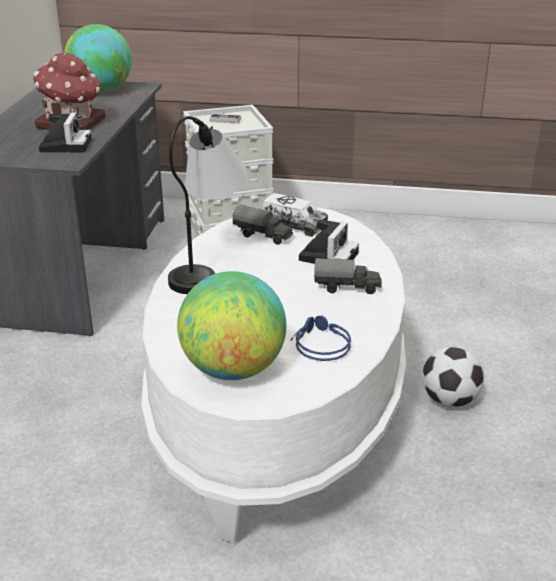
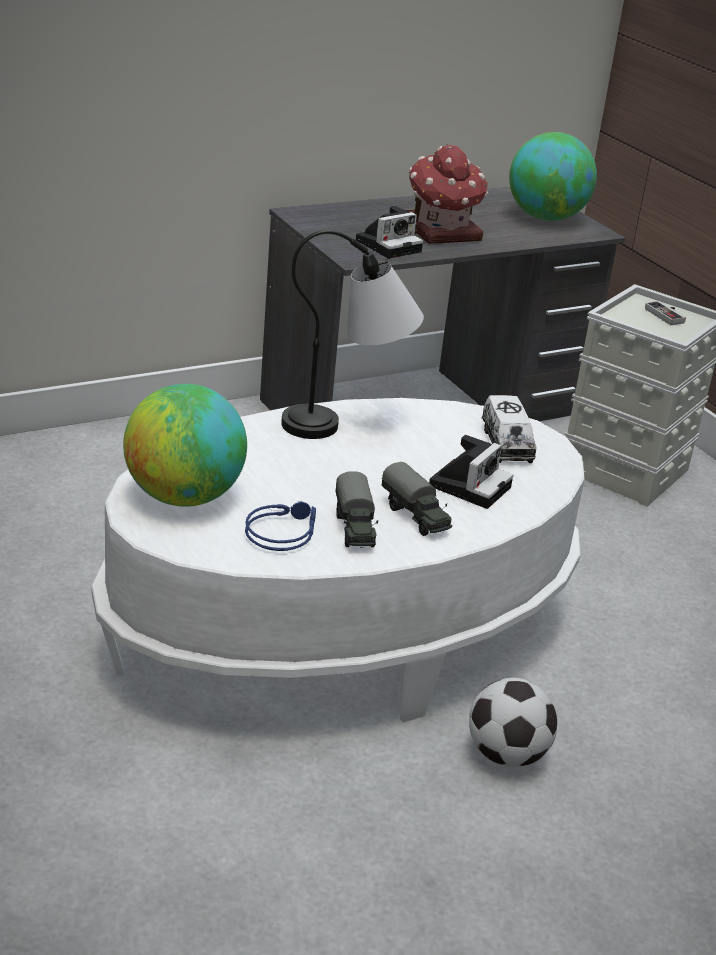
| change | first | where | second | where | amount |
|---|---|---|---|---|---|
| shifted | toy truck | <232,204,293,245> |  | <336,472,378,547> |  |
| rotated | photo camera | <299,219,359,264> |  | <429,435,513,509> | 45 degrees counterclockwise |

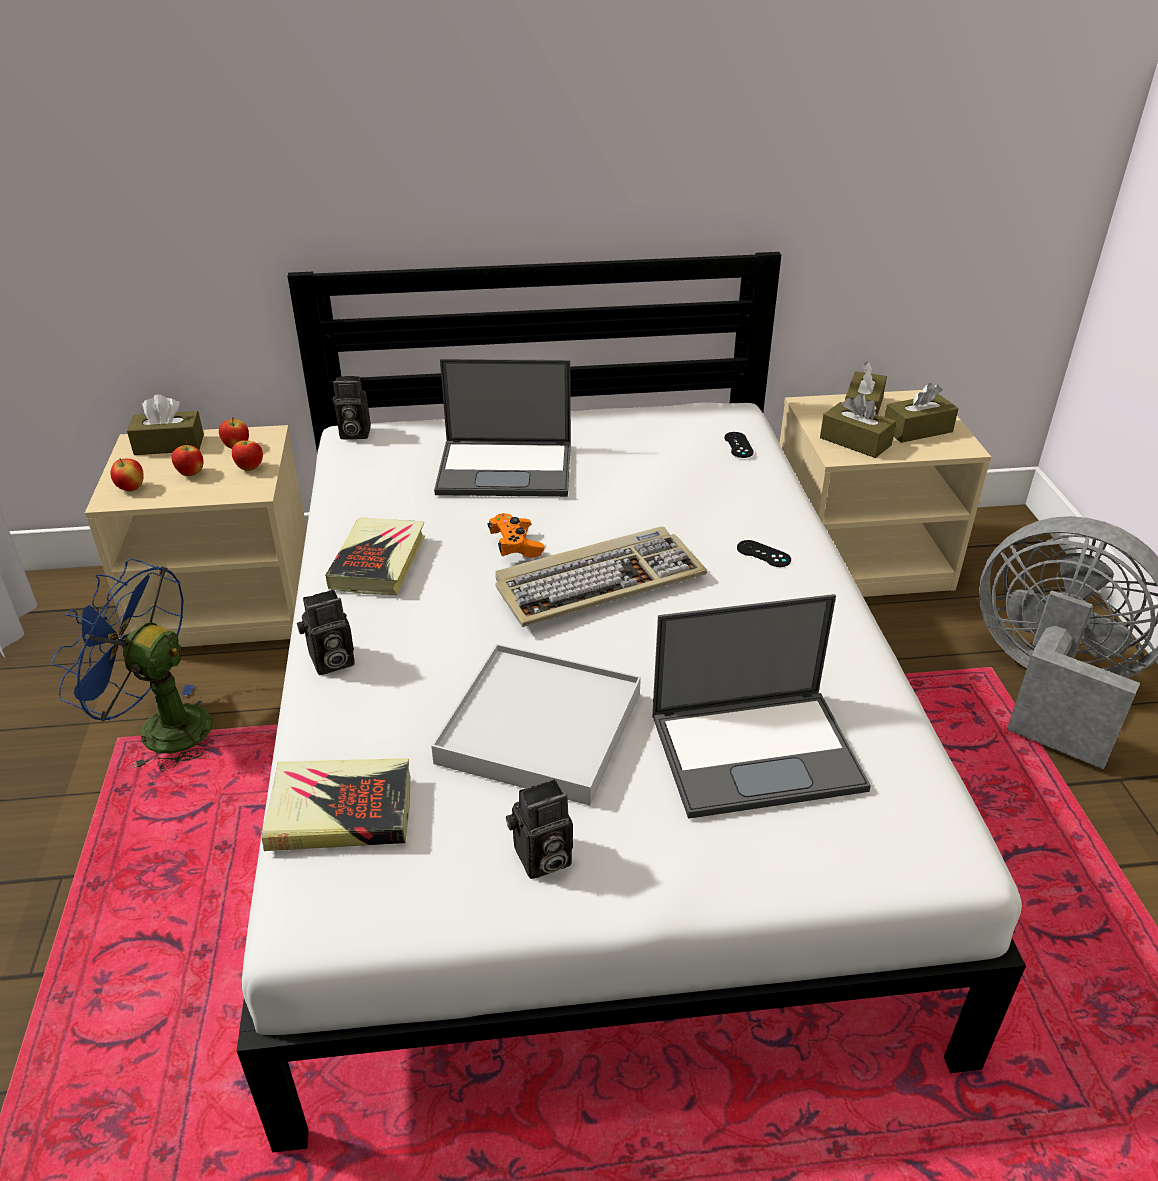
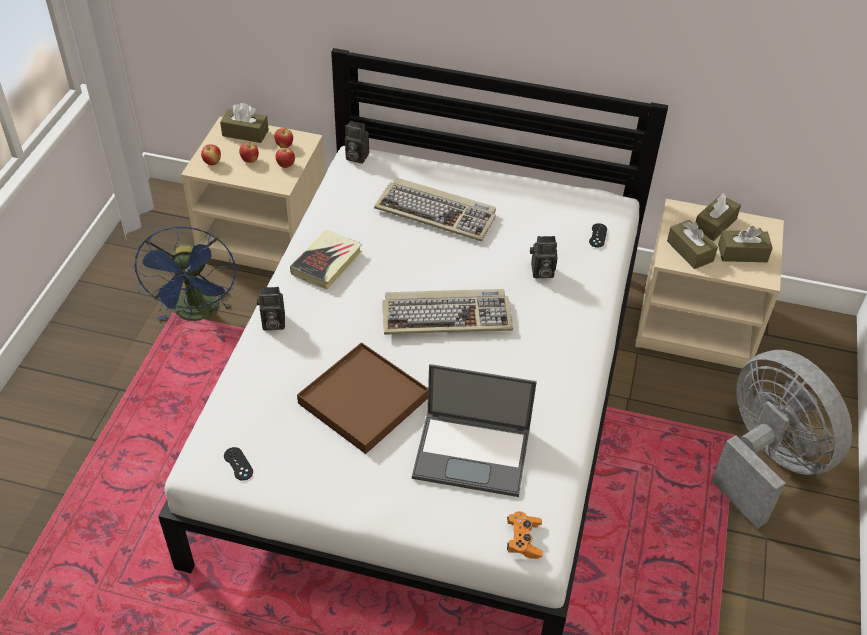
| change | first | where | second | where | amount |
|---|---|---|---|---|---|
| rotated | blue fan | <51,559,215,772> |  | <134,226,236,321> | 135 degrees counterclockwise |
| gone | book | <262,758,410,851> |  |  |  |
| repainted | white tray | <431,644,641,806> | brown tray | <297,342,428,454> |  |
| swapped | laptop | <434,359,571,497> | keyboard | <374,178,496,241> |  |
| shifted | orange game controller | <487,513,545,558> |  | <507,511,543,559> |  |
| shifted | photo camera | <506,779,573,879> |  | <530,236,557,278> |  |
| shifted | black game controller | <737,540,791,567> |  | <224,447,253,481> |  |

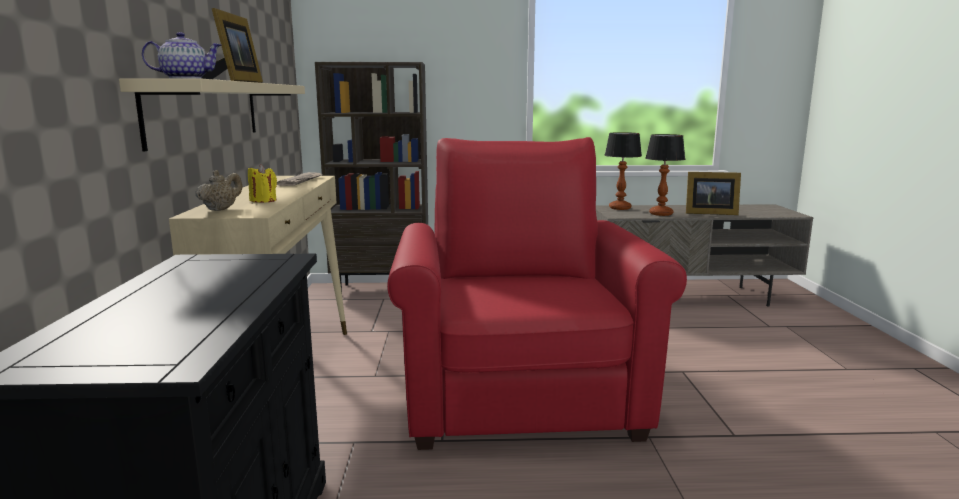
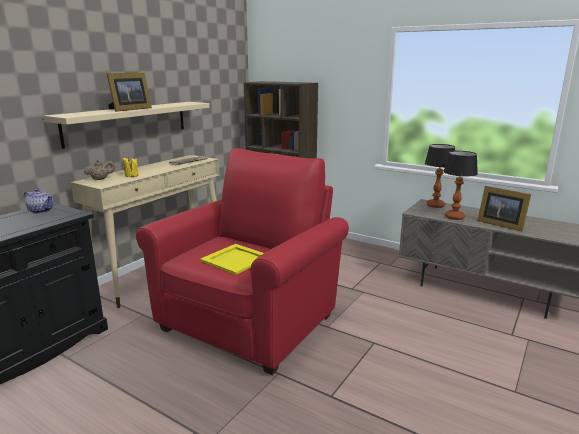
| change | first | where | second | where | amount |
|---|---|---|---|---|---|
| shifted | teapot | <142,32,221,79> |  | <24,188,53,214> |  |
| new |  |  | yellow tray | <200,244,264,275> |  |

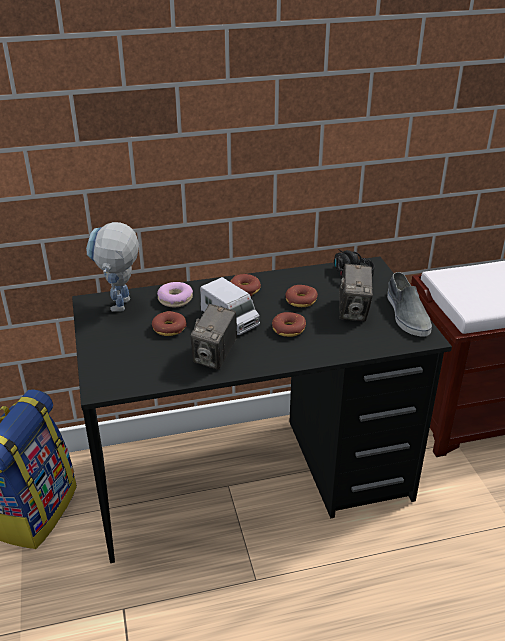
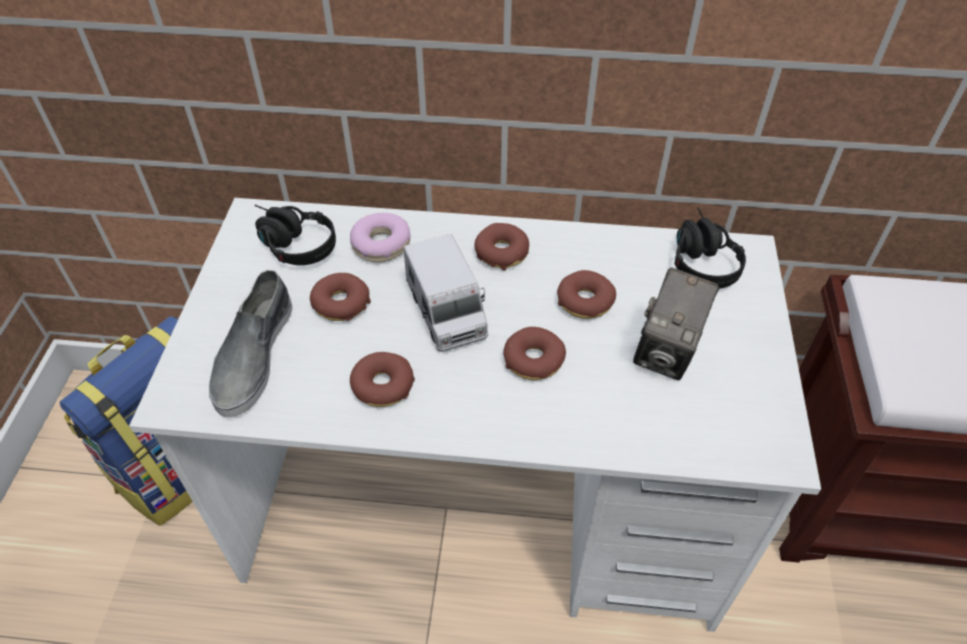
| change | first | where | second | where | amount |
|---|---|---|---|---|---|
| repainted | black desk | <72,257,452,563> | white desk | <129,198,821,632> |  |
| swapped | toy robot | <86,222,139,312> | black headphones | <254,205,336,265> |  |
| swapped | photo camera | <191,304,237,370> | donut | <350,352,415,407> |  |
| shifted | grey shoe | <387,272,432,337> |  | <209,270,292,417> |  |

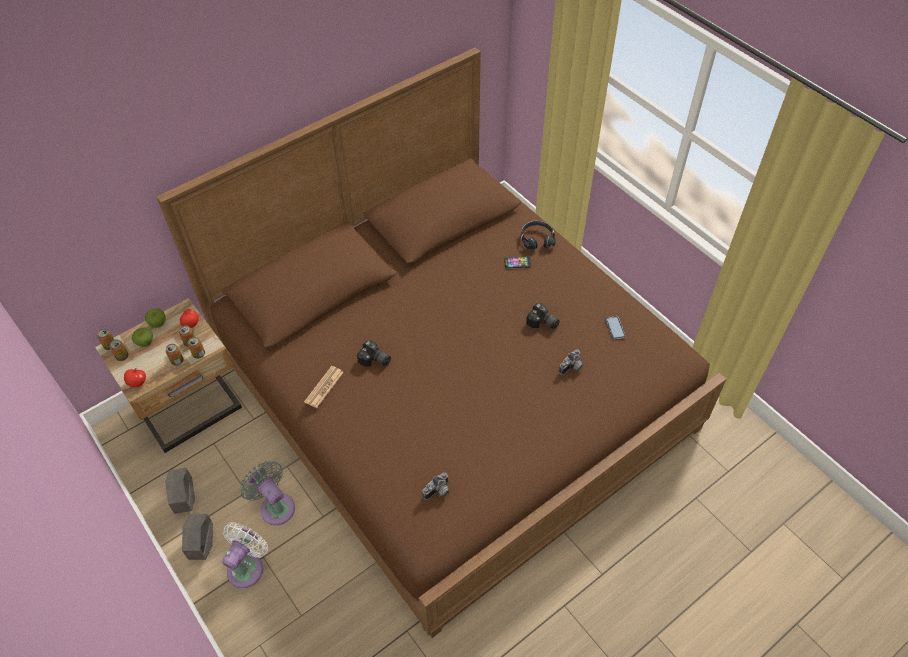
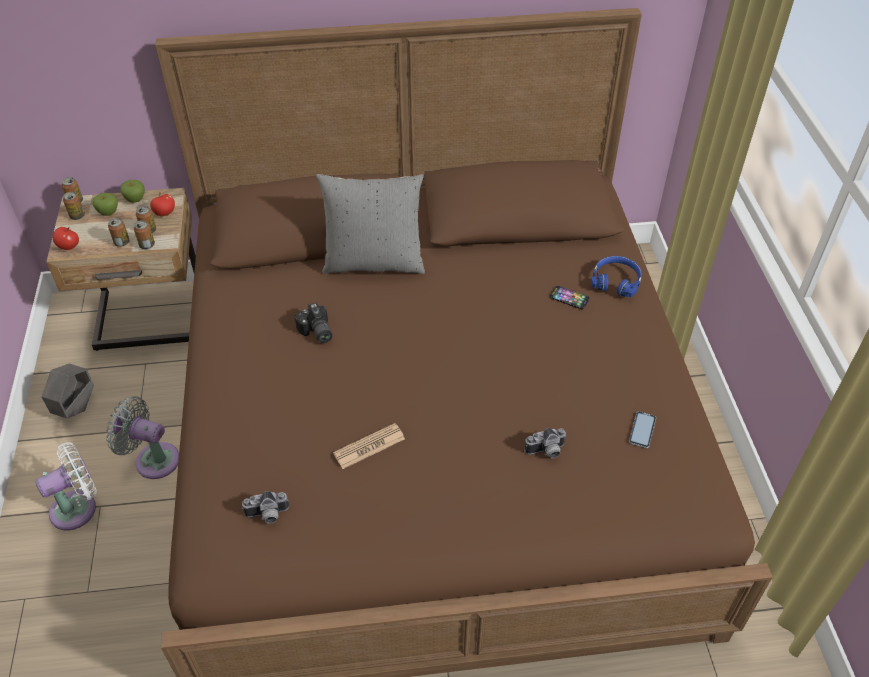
| change | first | where | second | where | amount |
|---|---|---|---|---|---|
| gone | grey planter | <182,514,213,560> |  |  |  |
| rotated | grey fan | <240,461,295,525> |  | <106,396,179,479> | 60 degrees counterclockwise |
| shifted | newspaper | <304,366,344,408> |  | <333,423,405,469> |  |
| repainted | black headphones | <521,220,556,250> | blue headphones | <591,256,642,298> |  |
| gone | photo camera | <526,303,559,329> |  |  |  |
| new |  |  | grey pillow | <316,174,425,274> |  |

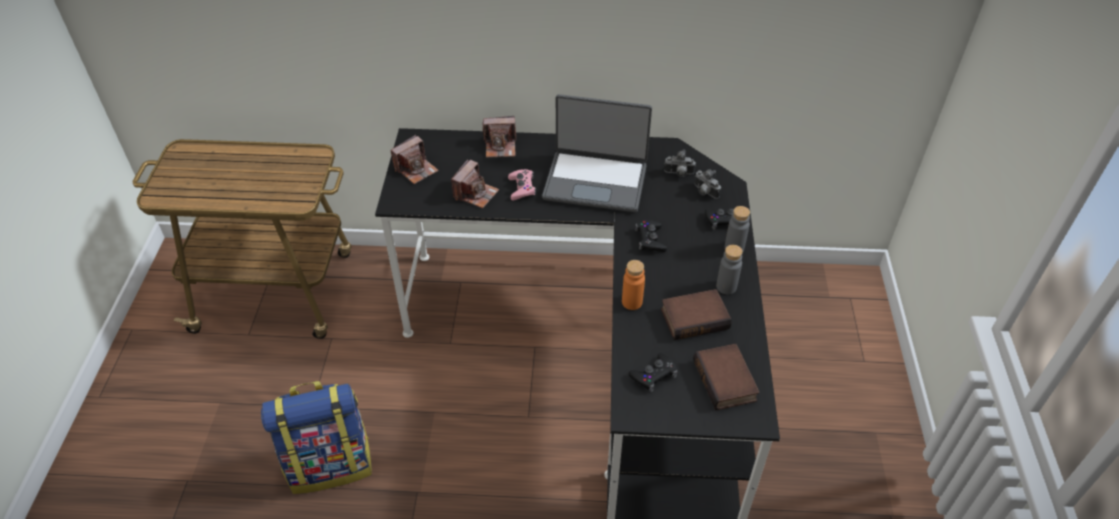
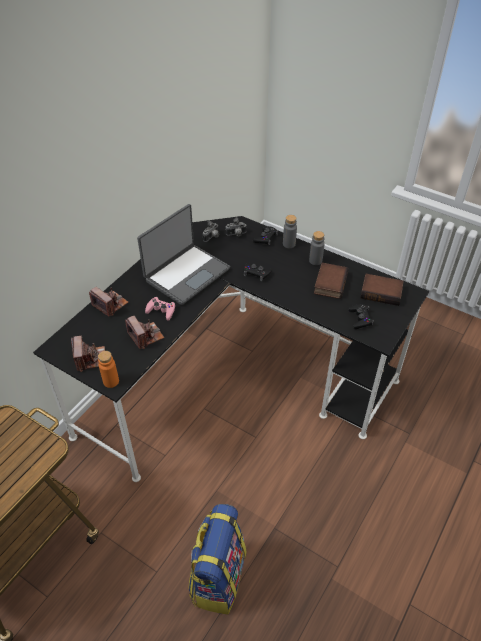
| change | first | where | second | where | amount |
|---|---|---|---|---|---|
| rotated | photo camera | <482,116,516,158> |  | <89,287,129,316> | 75 degrees counterclockwise |
| shifted | orange bottle | <622,260,645,310> |  | <98,351,119,388> |  |

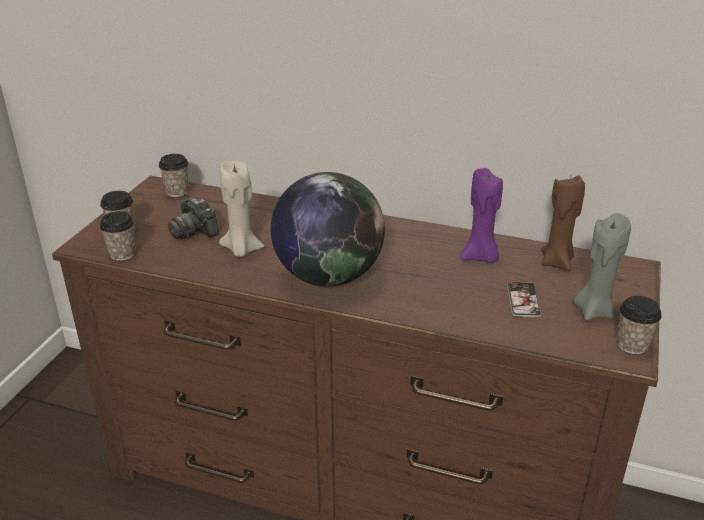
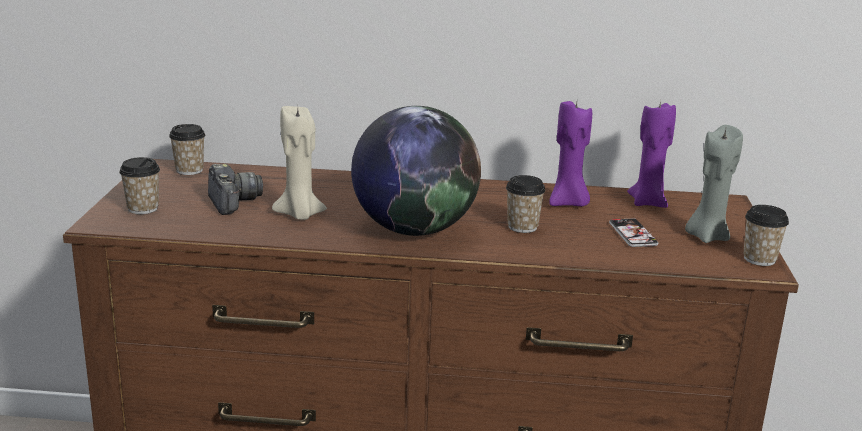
| change | first | where | second | where | amount |
|---|---|---|---|---|---|
| shifted | cup | <100,211,136,261> |  | <506,175,545,233> |  |
| rotated | photo camera | <168,197,219,239> |  | <208,164,263,215> | 150 degrees counterclockwise |
| repainted | brown candle | <541,176,585,272> | purple candle | <627,101,676,208> |  |

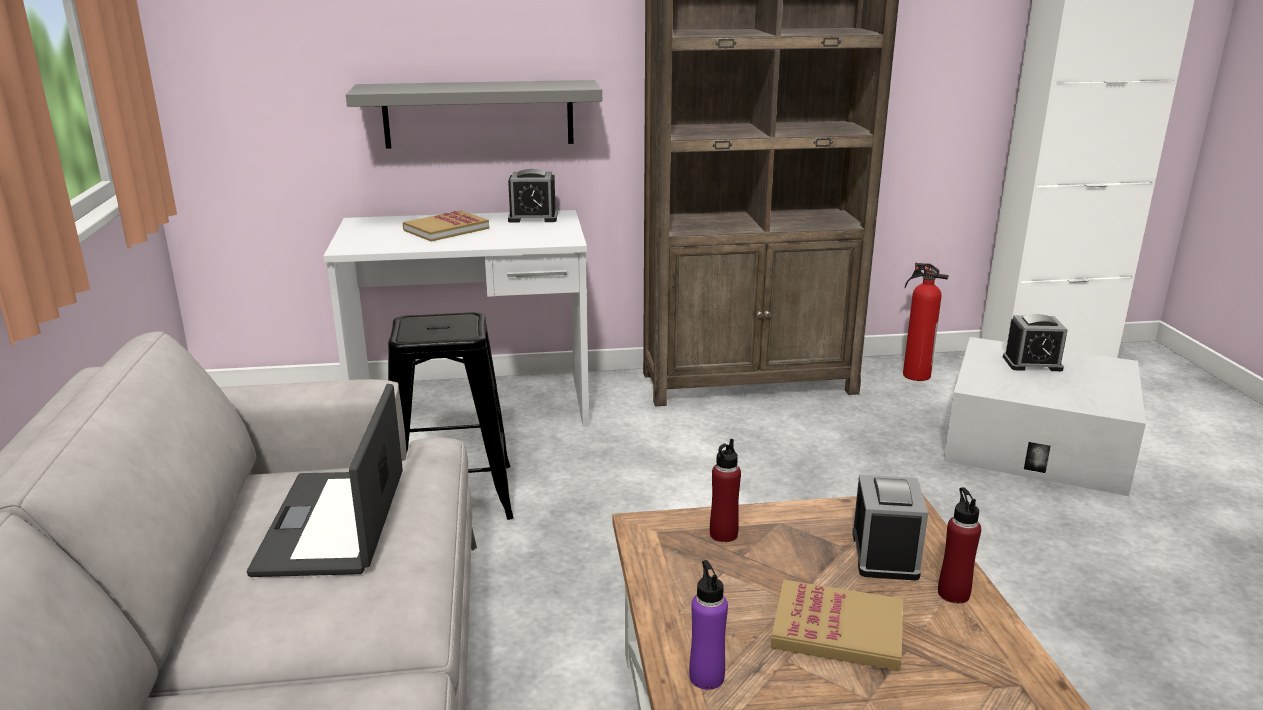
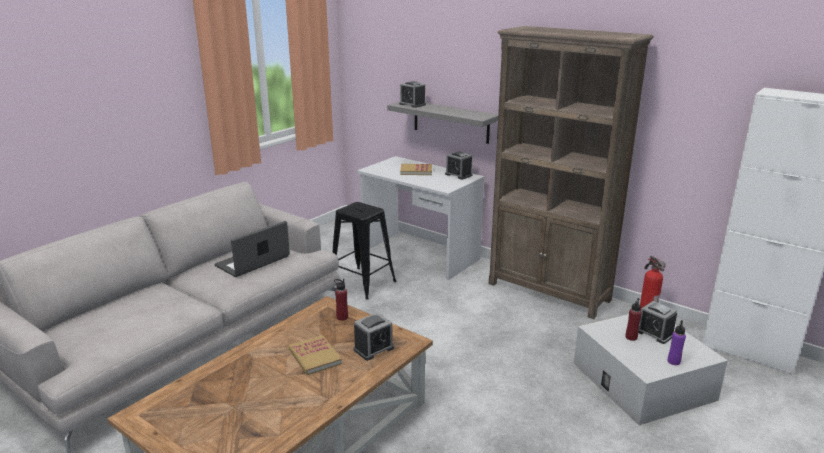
| change | first | where | second | where | amount |
|---|---|---|---|---|---|
| shifted | purple bottle | <689,560,728,690> |  | <668,320,686,365> |  |
| shifted | red bottle | <938,487,981,604> |  | <625,298,642,341> |  |
| new |  |  | alarm clock | <399,81,426,108> |  |

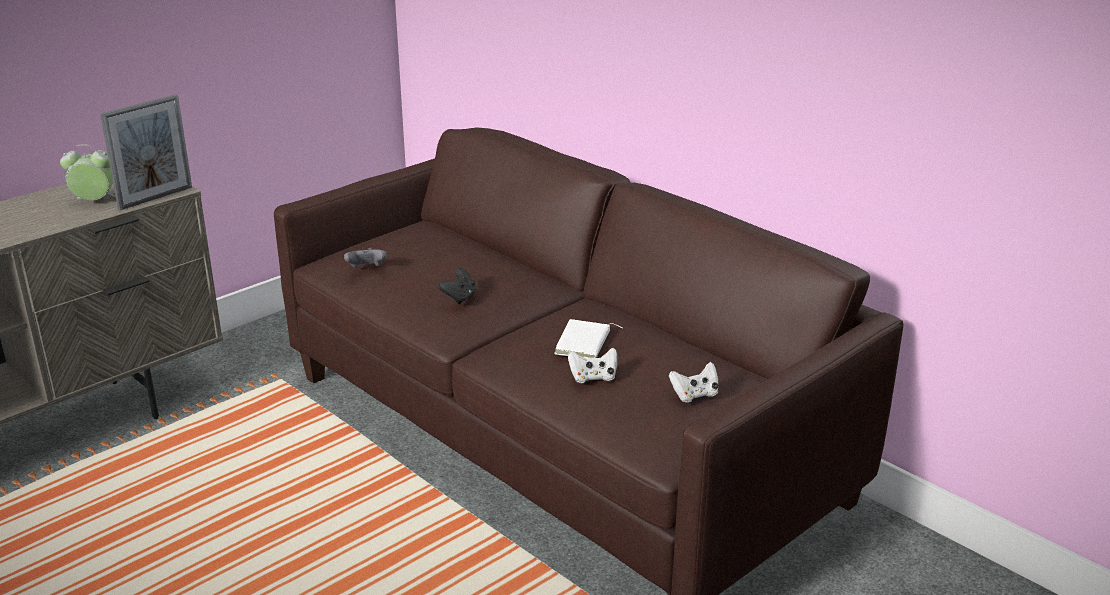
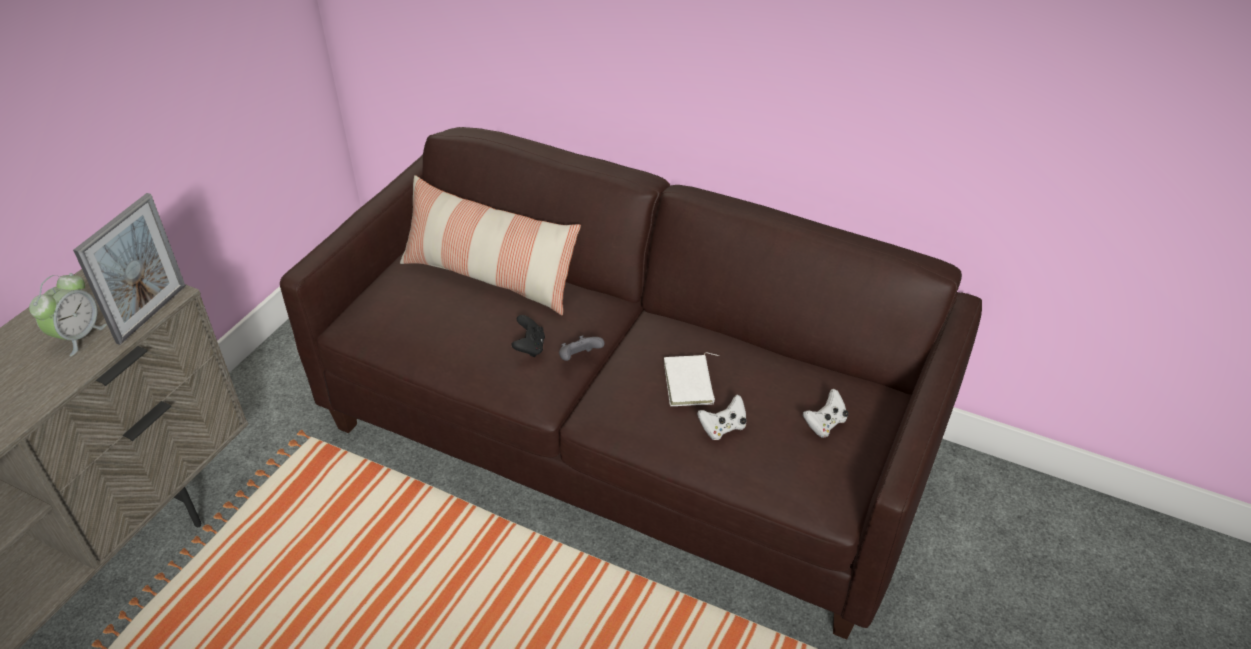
| change | first | where | second | where | amount |
|---|---|---|---|---|---|
| rotated | alarm clock | <60,145,116,200> |  | <29,273,107,356> | 135 degrees clockwise |
| shifted | grey game controller | <344,248,387,268> |  | <559,335,605,361> |  |
| new |  |  | pillow | <400,175,581,315> |  |

